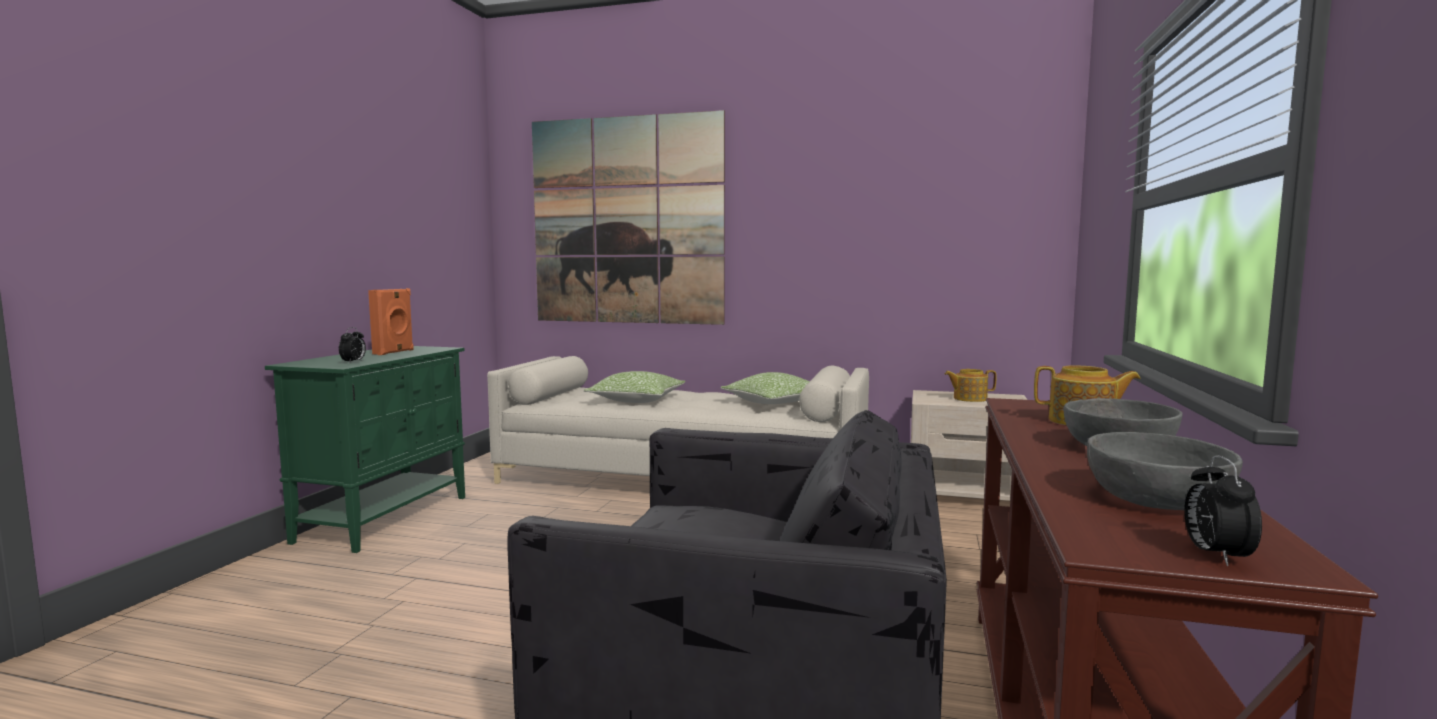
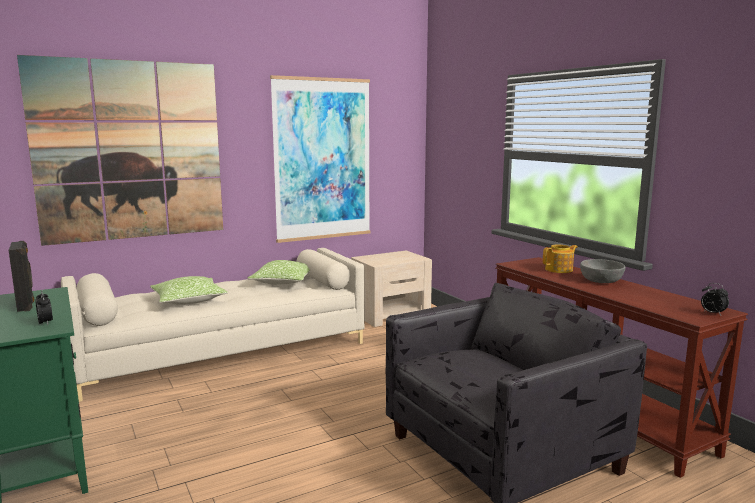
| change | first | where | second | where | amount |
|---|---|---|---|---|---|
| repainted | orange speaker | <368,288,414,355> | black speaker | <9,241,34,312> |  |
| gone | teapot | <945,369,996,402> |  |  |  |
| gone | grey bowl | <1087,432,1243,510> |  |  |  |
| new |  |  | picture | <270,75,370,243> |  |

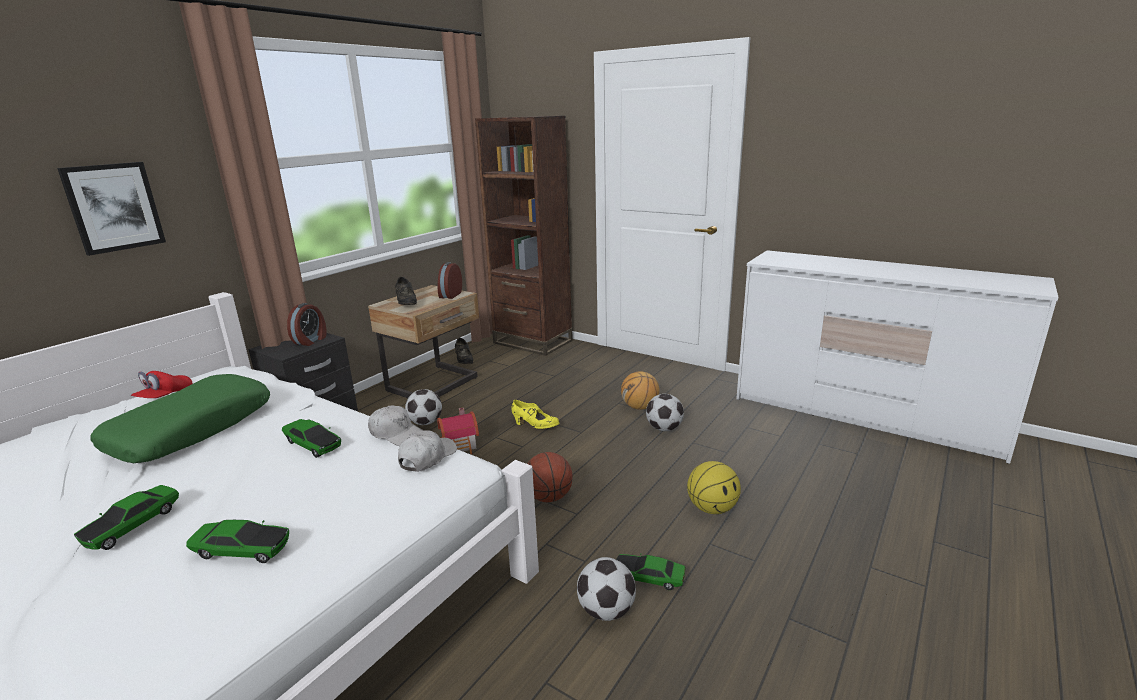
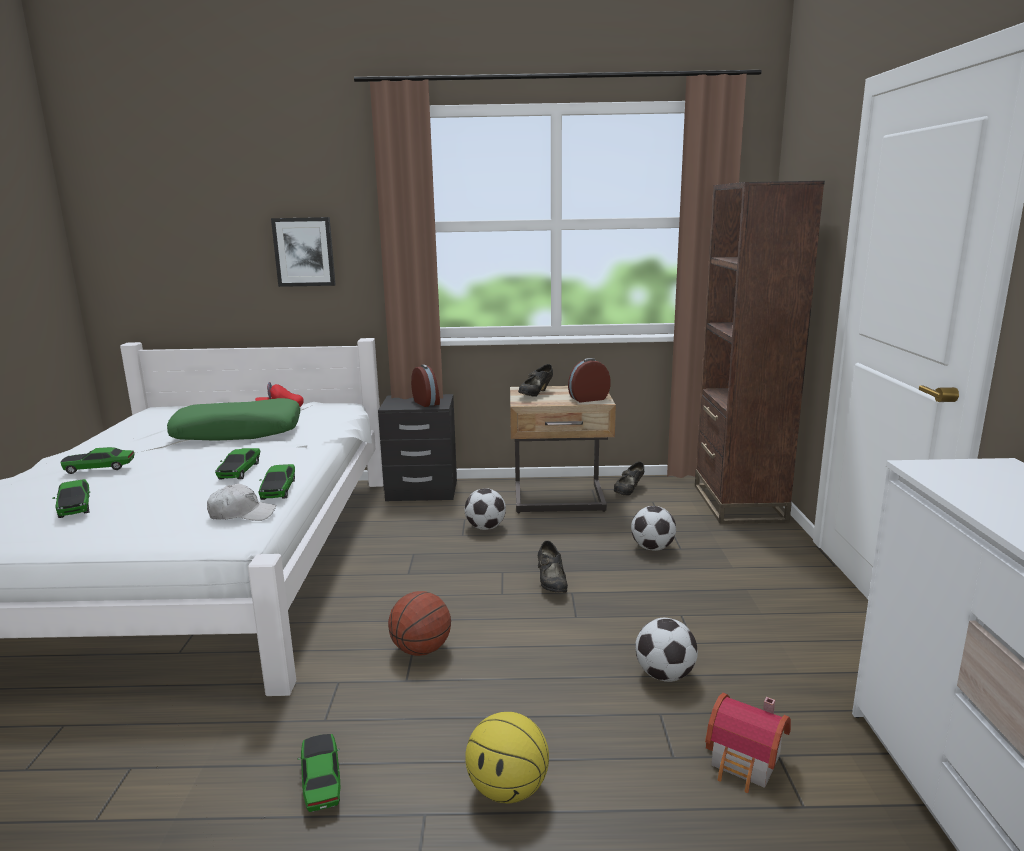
| change | first | where | second | where | amount |
|---|---|---|---|---|---|
| rotated | alarm clock | <287,303,327,346> |  | <411,365,440,407> | 105 degrees counterclockwise |
| swapped | white cap | <368,406,424,446> | toy car | <258,464,295,500> |  |
| shifted | toy house | <437,408,479,454> |  | <705,693,791,793> |  |
| repainted | yellow shoe | <511,400,560,429> | black shoe | <538,541,568,593> |  |
| shifted | football | <577,557,636,621> |  | <631,506,676,551> |  |
| gone | basketball | <621,371,660,410> |  |  |  |

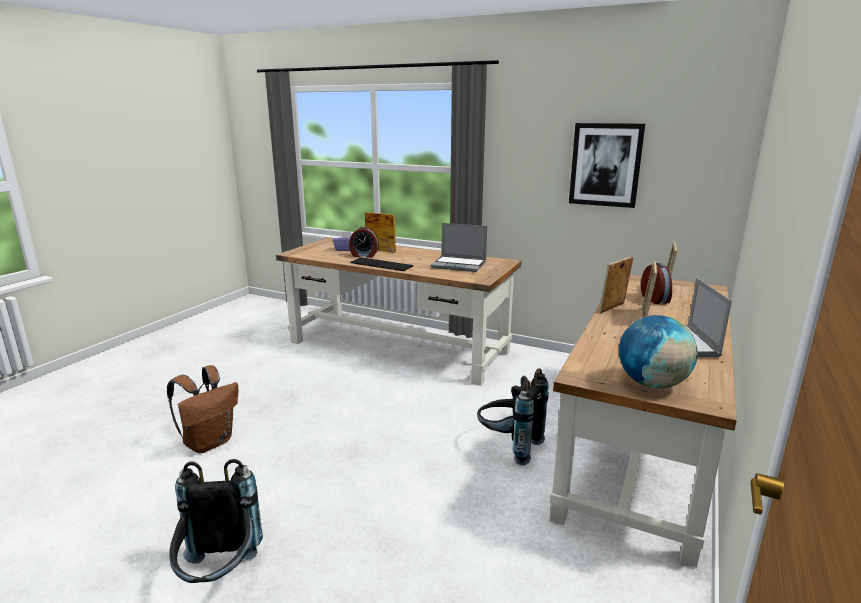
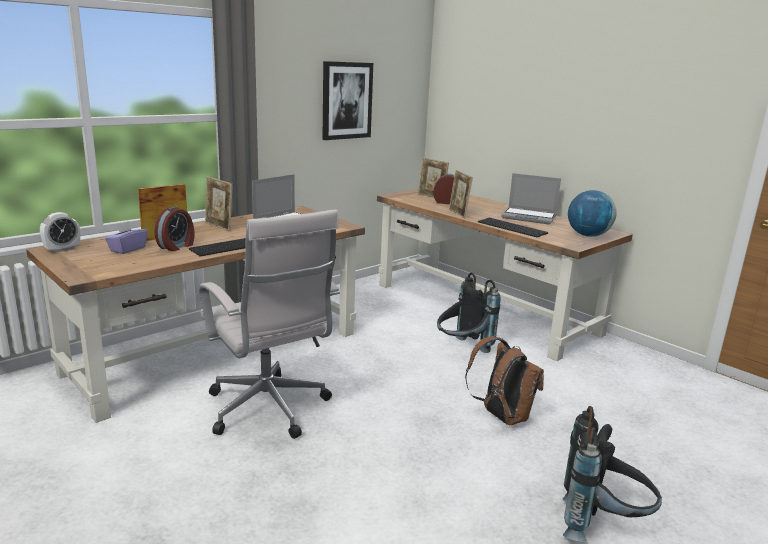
| change | first | where | second | where | amount |
|---|---|---|---|---|---|
| shifted | brown backpack | <167,365,238,453> |  | <465,337,544,425> |  |
| shifted | picture frame | <641,260,657,318> |  | <205,176,233,231> |  |
| new |  |  | alarm clock | <40,212,80,253> |  |
| new |  |  | white office chair | <199,209,340,439> |  |
| new |  |  | keyboard | <478,218,548,237> |  |

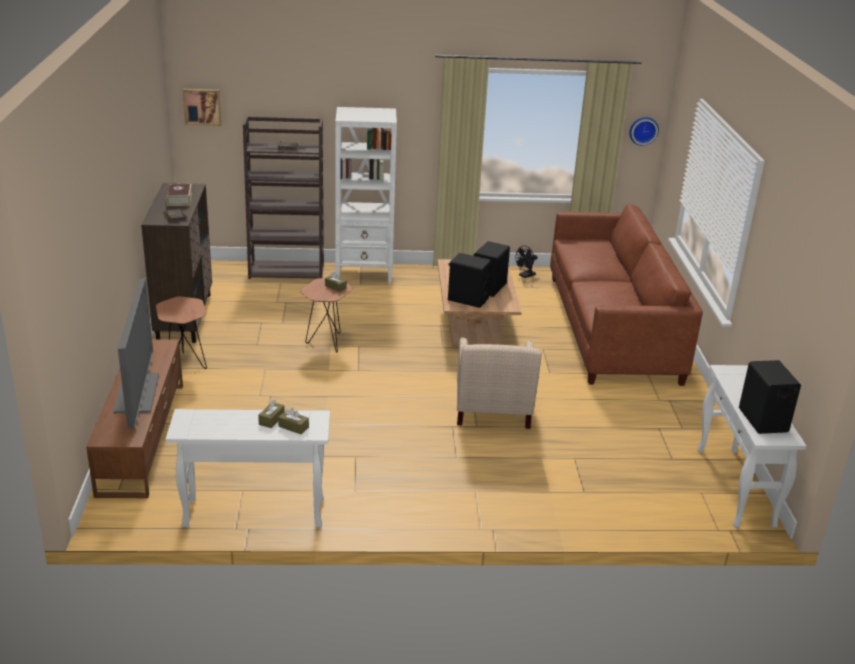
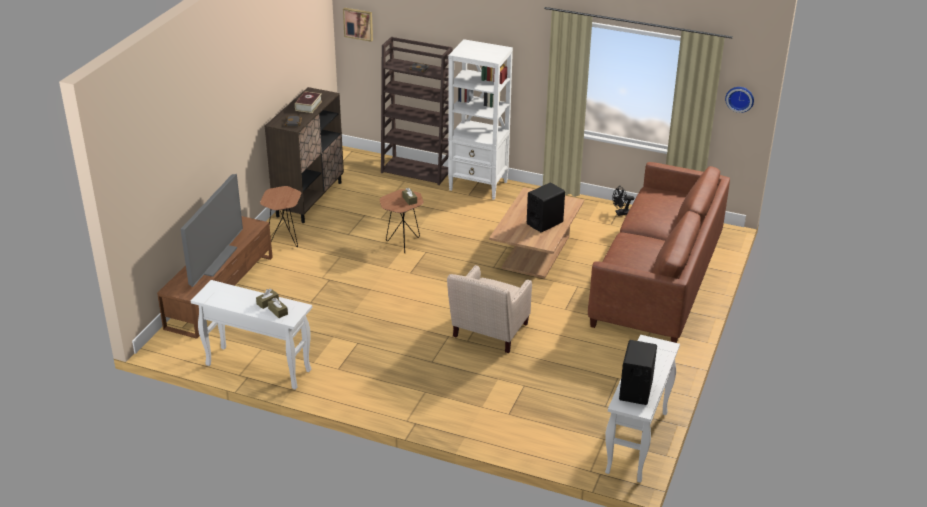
| change | first | where | second | where | amount |
|---|---|---|---|---|---|
| gone | black speaker | <448,253,492,308> |  |  |  |

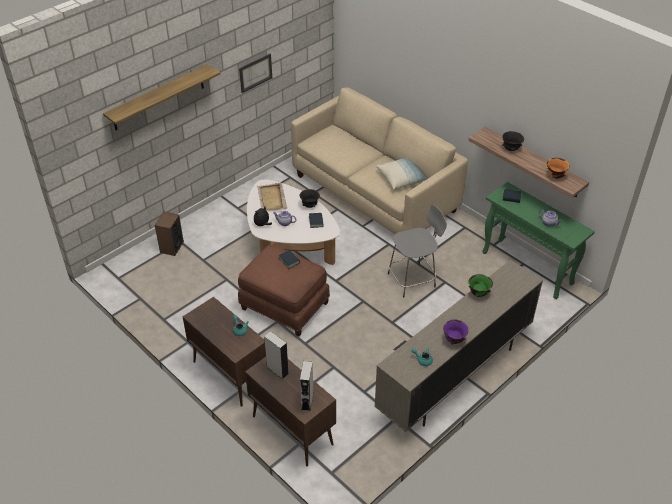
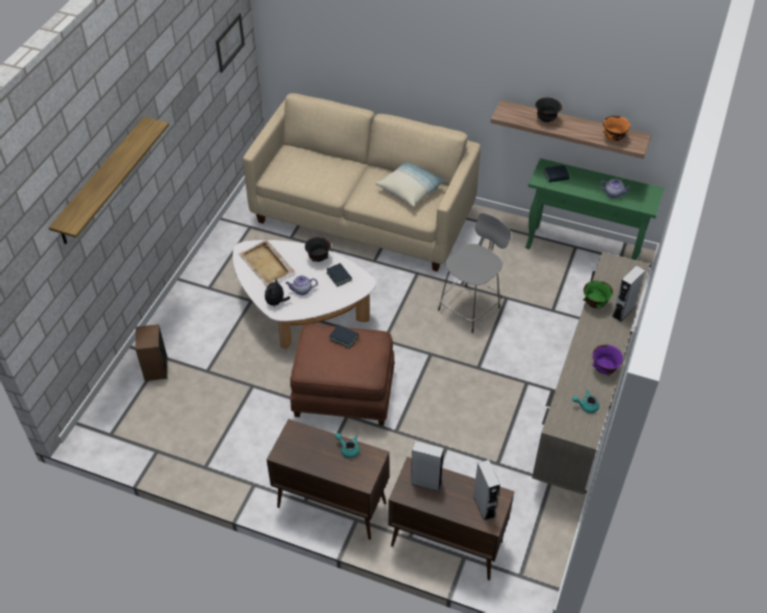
| change | first | where | second | where | amount |
|---|---|---|---|---|---|
| shifted | picture | <239,54,272,93> |  | <216,13,245,73> |  |
| new |  |  | grey speaker | <612,265,645,322> |  |

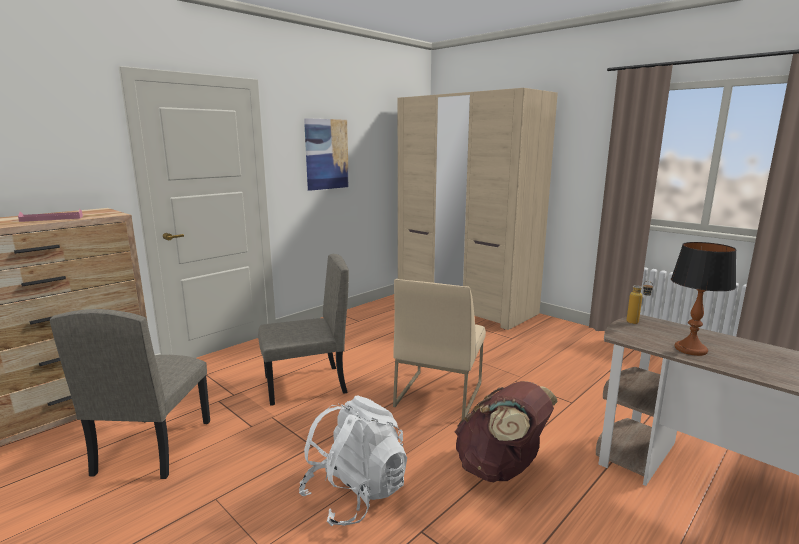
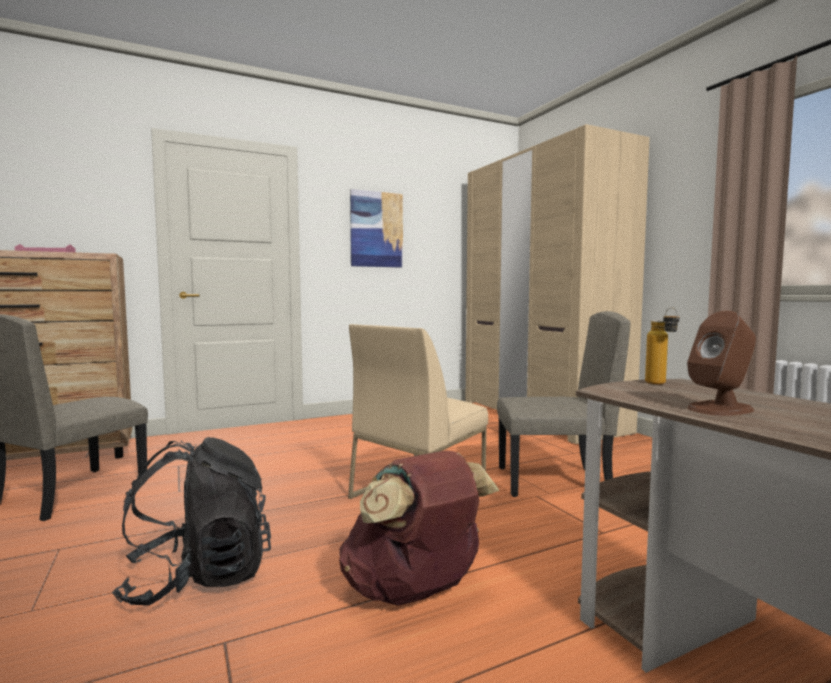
| change | first | where | second | where | amount |
|---|---|---|---|---|---|
| shifted | beige chair | <258,254,349,406> |  | <497,311,630,497> |  |
| repainted | white backpack | <299,396,407,526> | black backpack | <112,437,271,605> |  |
| swapped | table lamp | <671,242,737,356> | brown speaker | <687,311,756,416> |  |

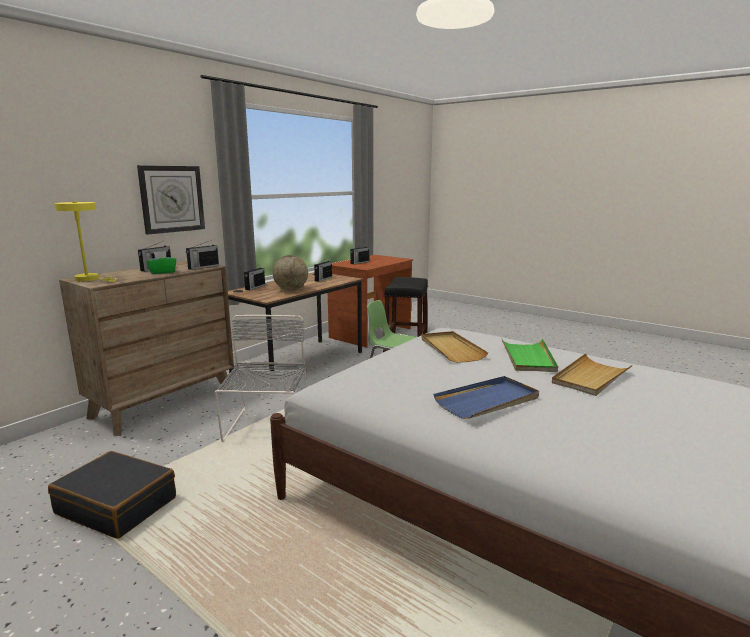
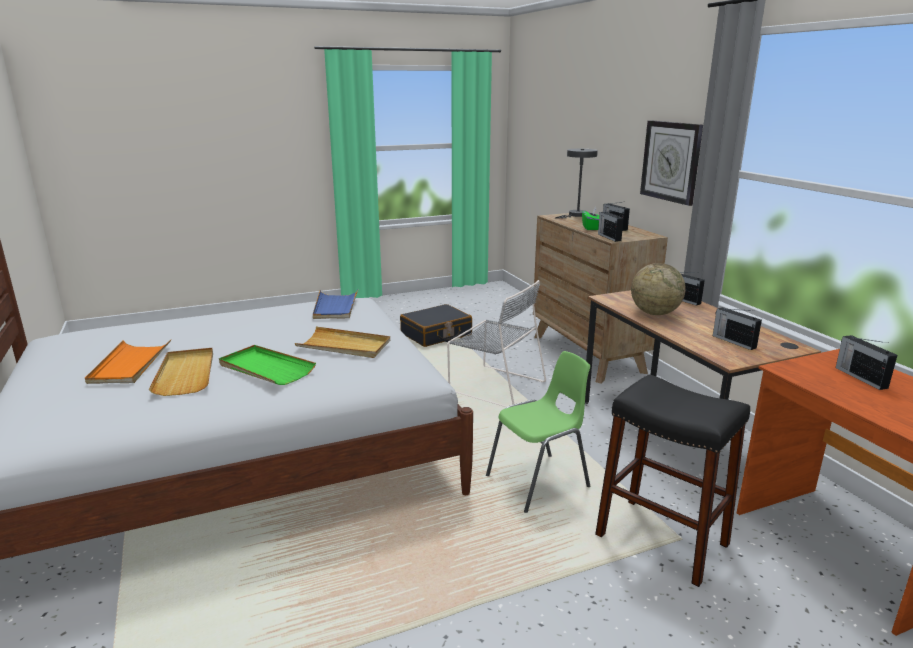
| change | first | where | second | where | amount |
|---|---|---|---|---|---|
| repainted | yellow table lamp | <54,201,116,282> | grey table lamp | <555,149,598,219> |  |
| shifted | blue tray | <433,376,539,419> |  | <313,290,358,319> |  |
| new |  |  | orange tray | <85,339,171,384> |  |

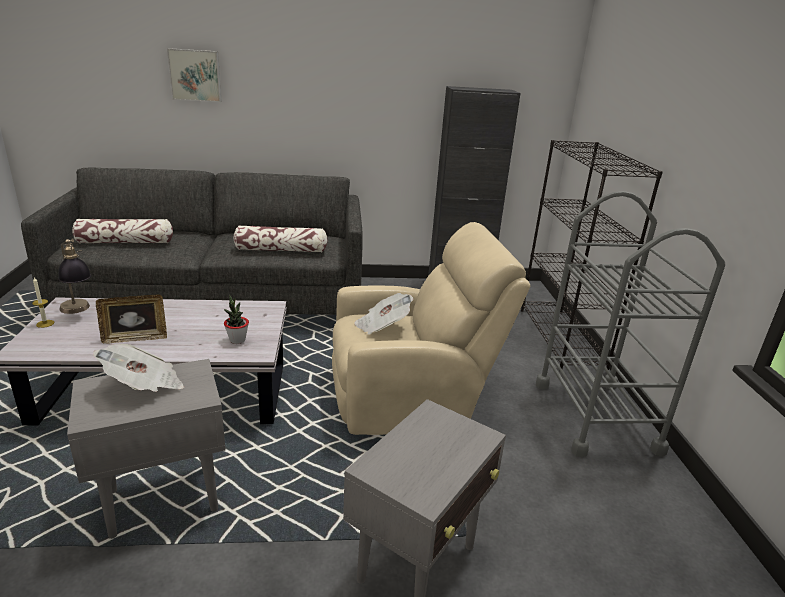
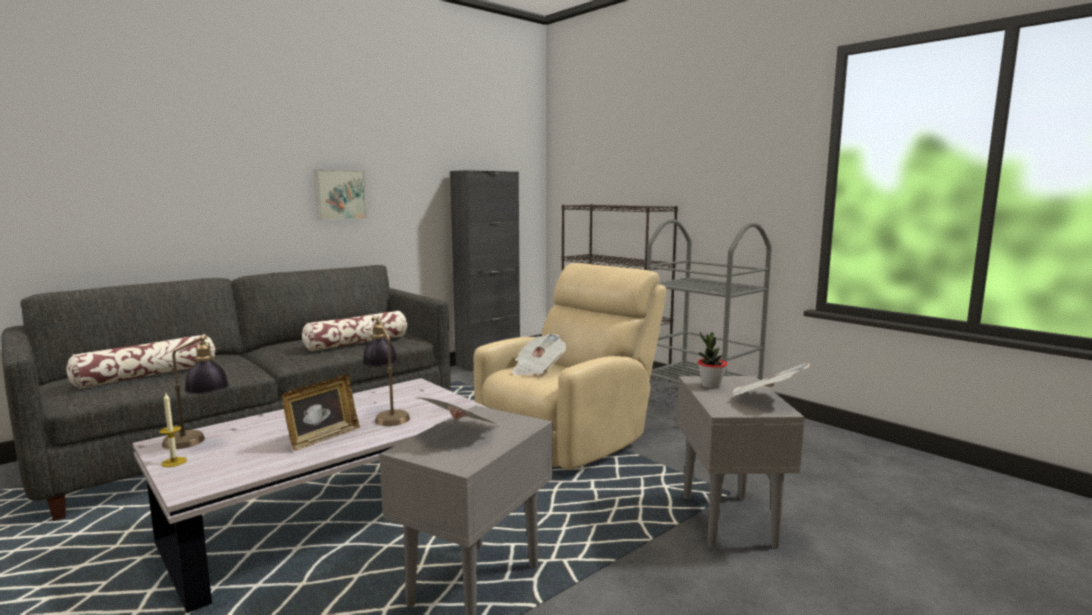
| change | first | where | second | where | amount |
|---|---|---|---|---|---|
| shifted | picture | <167,48,222,102> |  | <314,169,367,221> |  |
| shifted | potted plant | <223,295,249,344> |  | <698,332,727,389> |  |
| new |  |  | table lamp | <362,316,410,426> |  |
| new |  |  | newspaper | <732,363,810,397> |  |

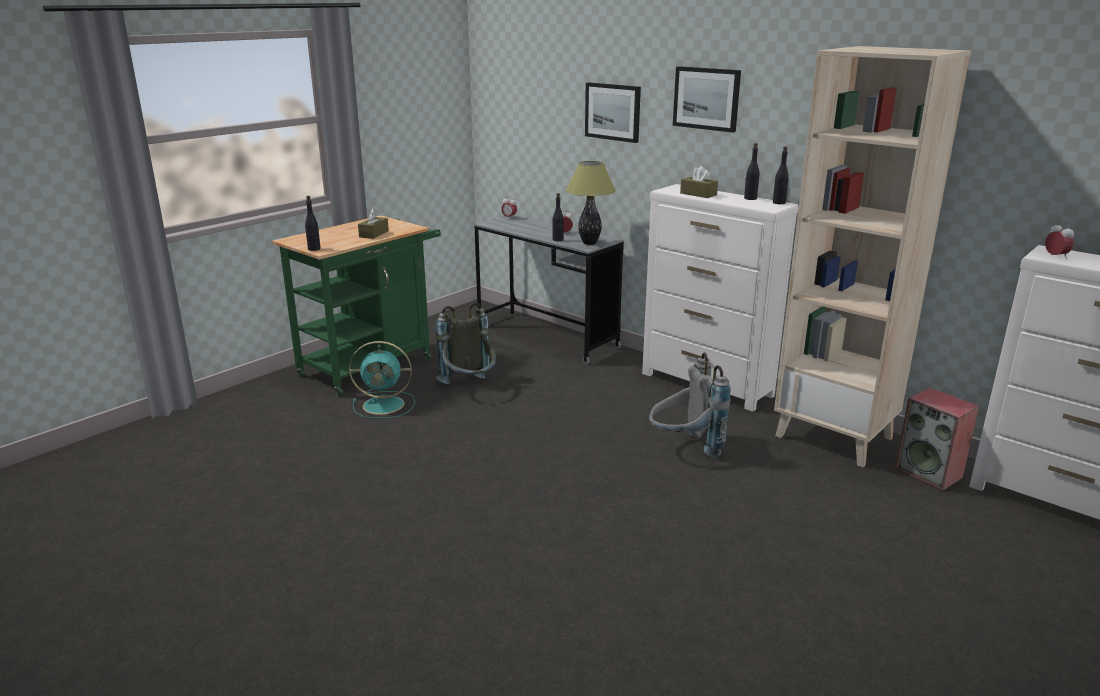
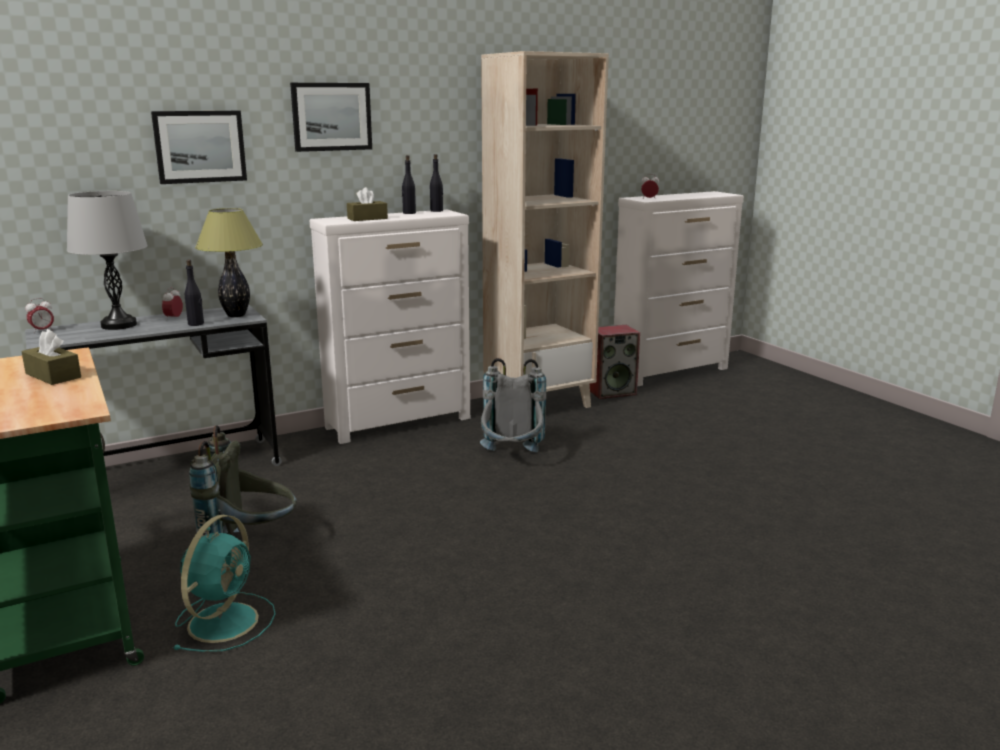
| change | first | where | second | where | amount |
|---|---|---|---|---|---|
| gone | black bottle | <305,196,321,251> |  |  |  |
| new |  |  | grey table lamp | <67,191,148,330> |  |

